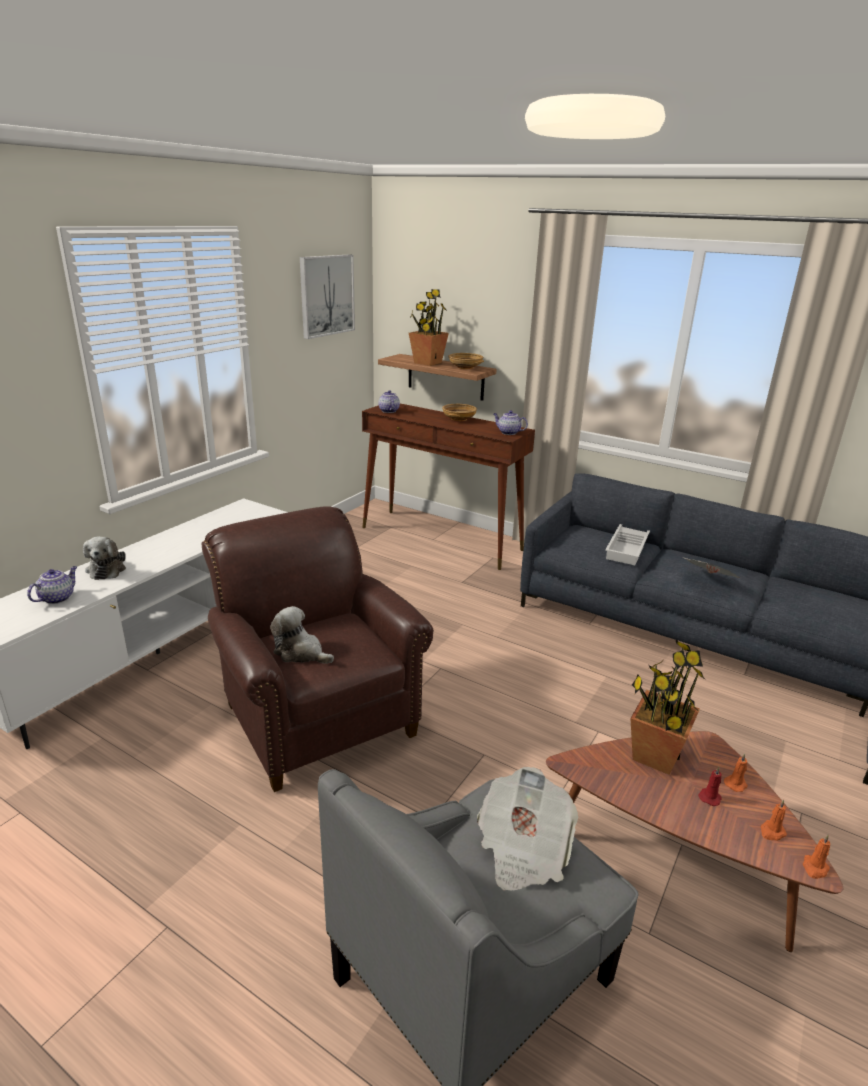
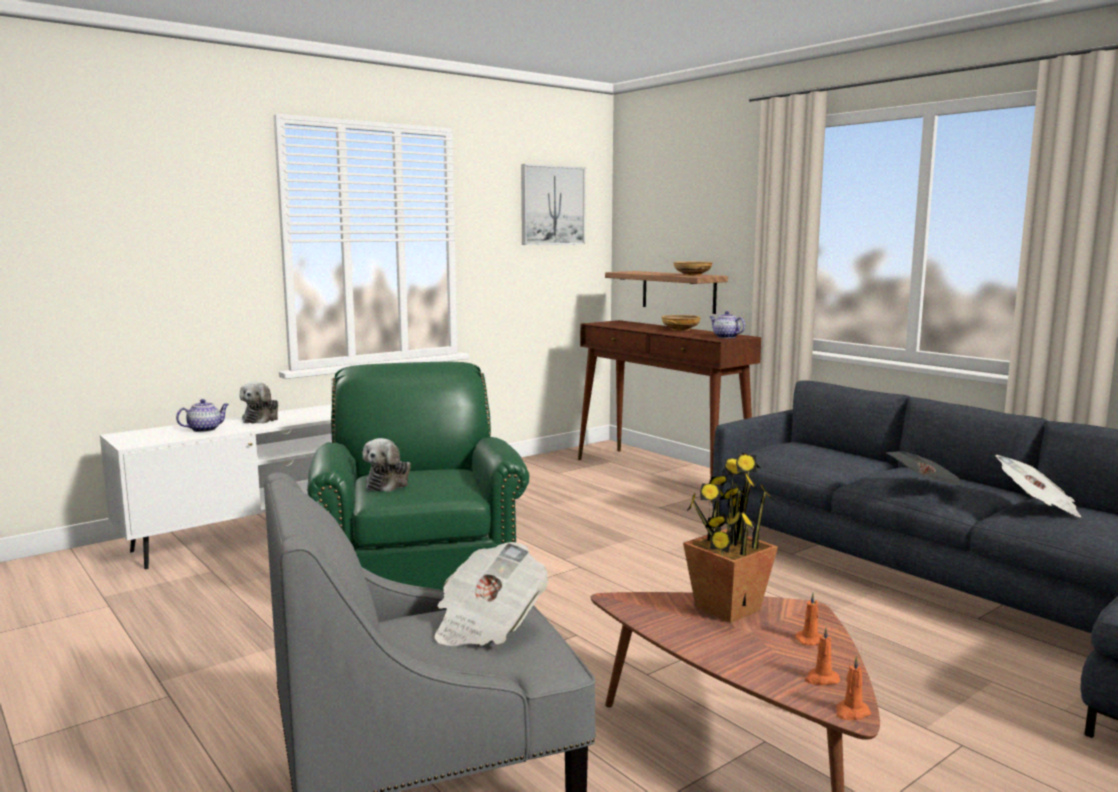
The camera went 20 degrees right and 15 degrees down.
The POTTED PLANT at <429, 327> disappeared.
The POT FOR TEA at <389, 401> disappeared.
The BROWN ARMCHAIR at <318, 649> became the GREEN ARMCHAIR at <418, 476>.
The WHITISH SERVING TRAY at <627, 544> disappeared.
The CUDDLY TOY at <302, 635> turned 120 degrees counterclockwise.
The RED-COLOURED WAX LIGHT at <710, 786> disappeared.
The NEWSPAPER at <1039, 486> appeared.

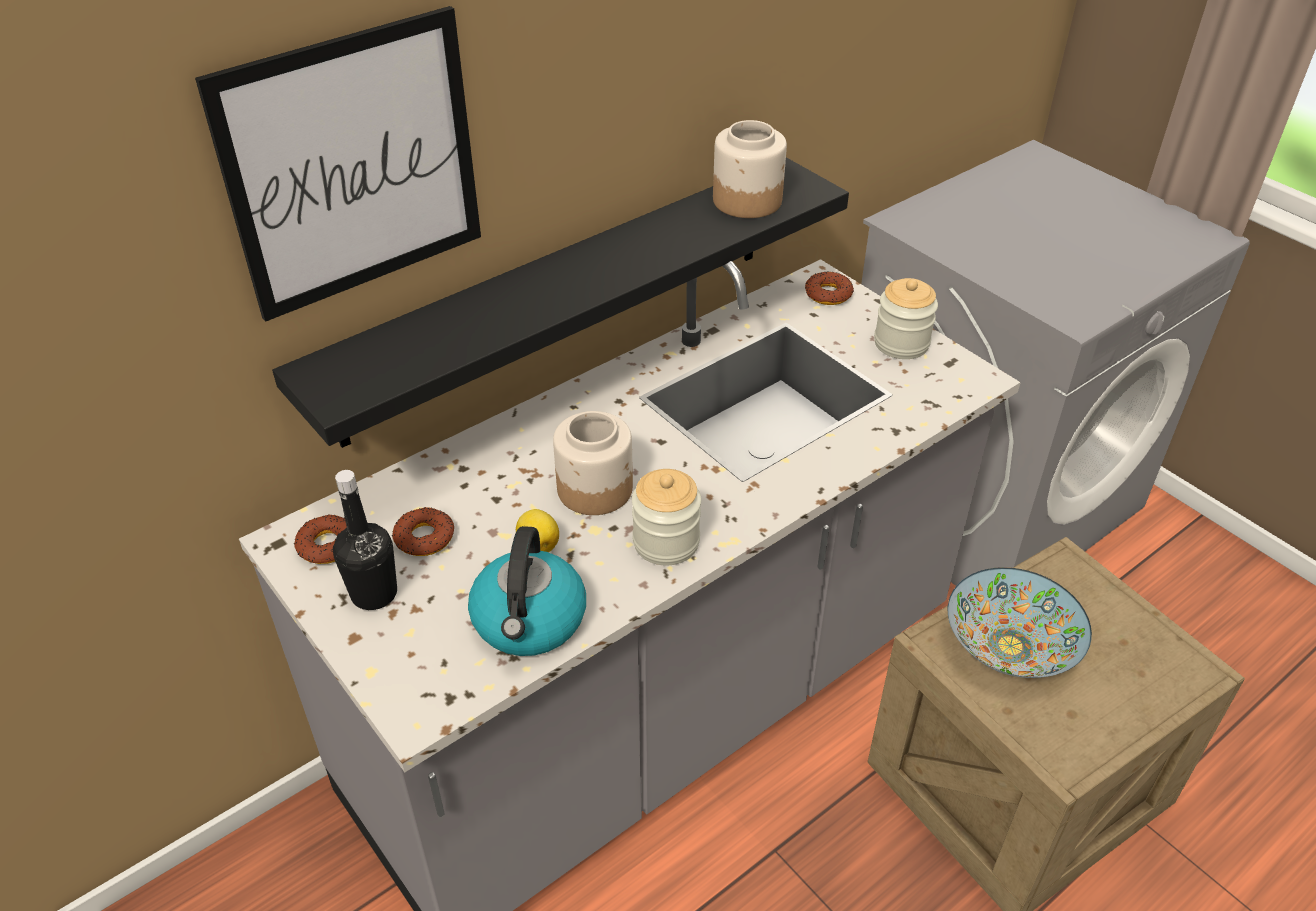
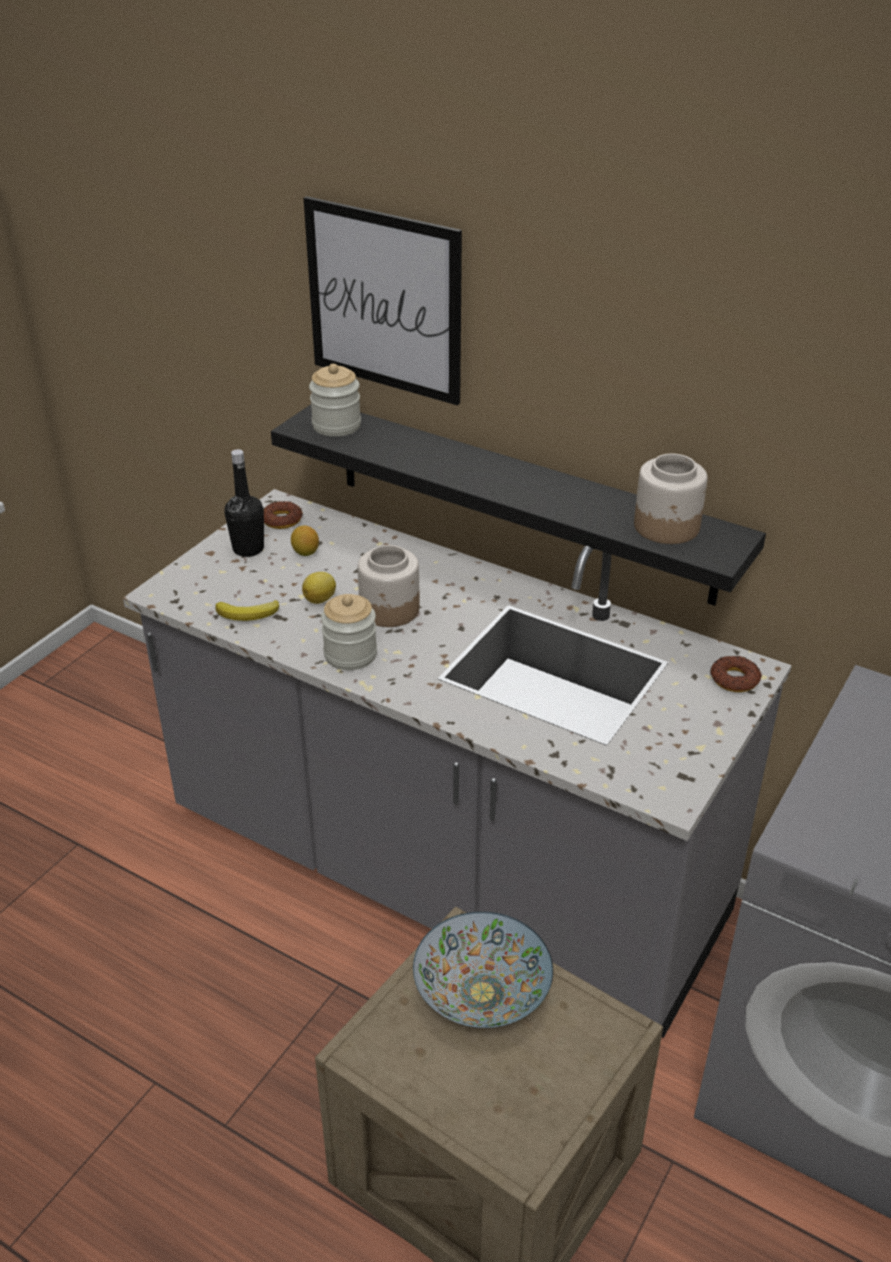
The camera went 70 degrees right and 5 degrees down.
The PRESERVE JAR moved from <906, 318> to <335, 400>.
The DOUGHNUT at <423, 531> was replaced by the WHOLE LEMON at <305, 540>.
The WATER KETTLE at <527, 591> was replaced by the BANANA at <247, 610>.

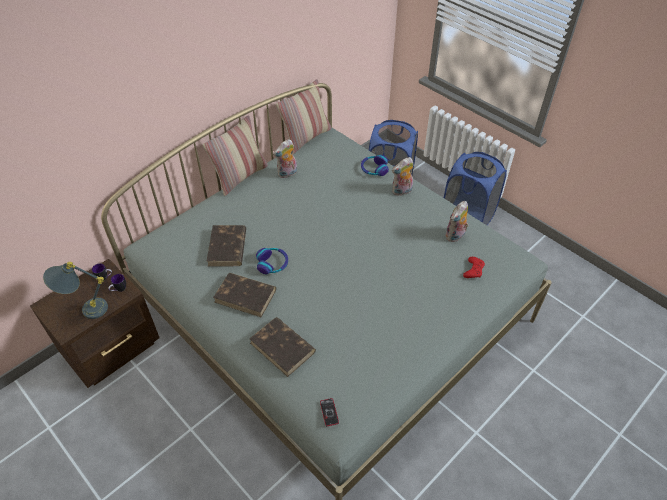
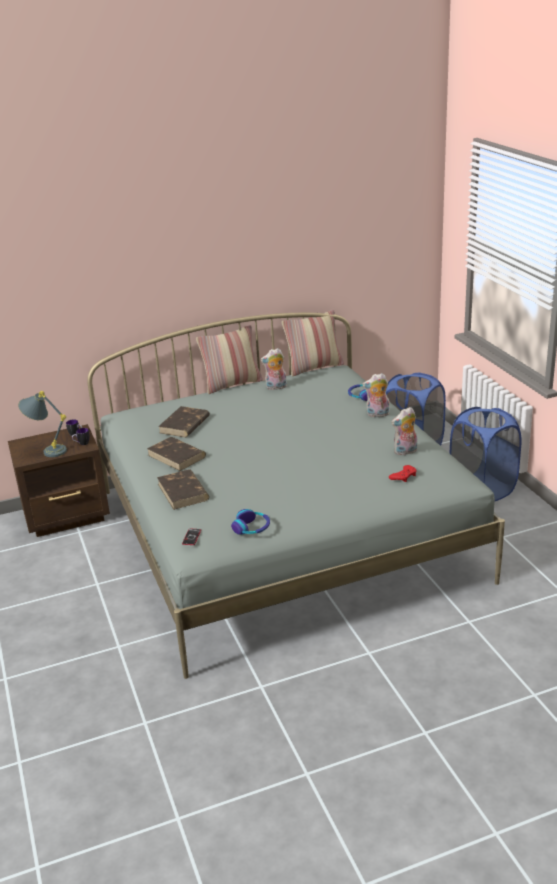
The camera went 25 degrees right and 20 degrees down.
The HEADPHONES moved from <272, 261> to <250, 522>.

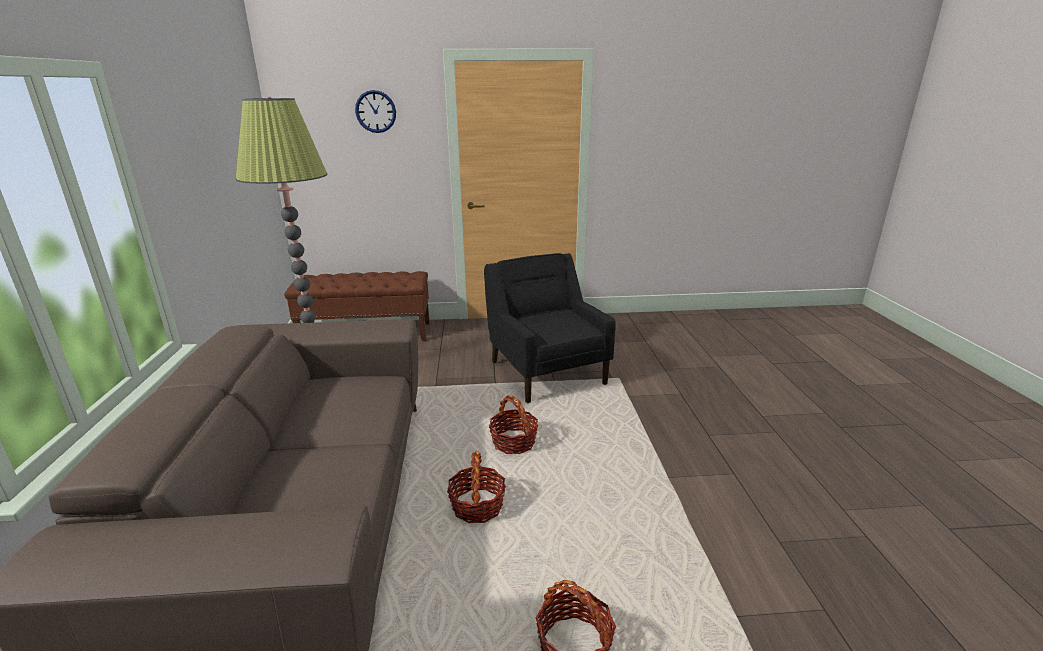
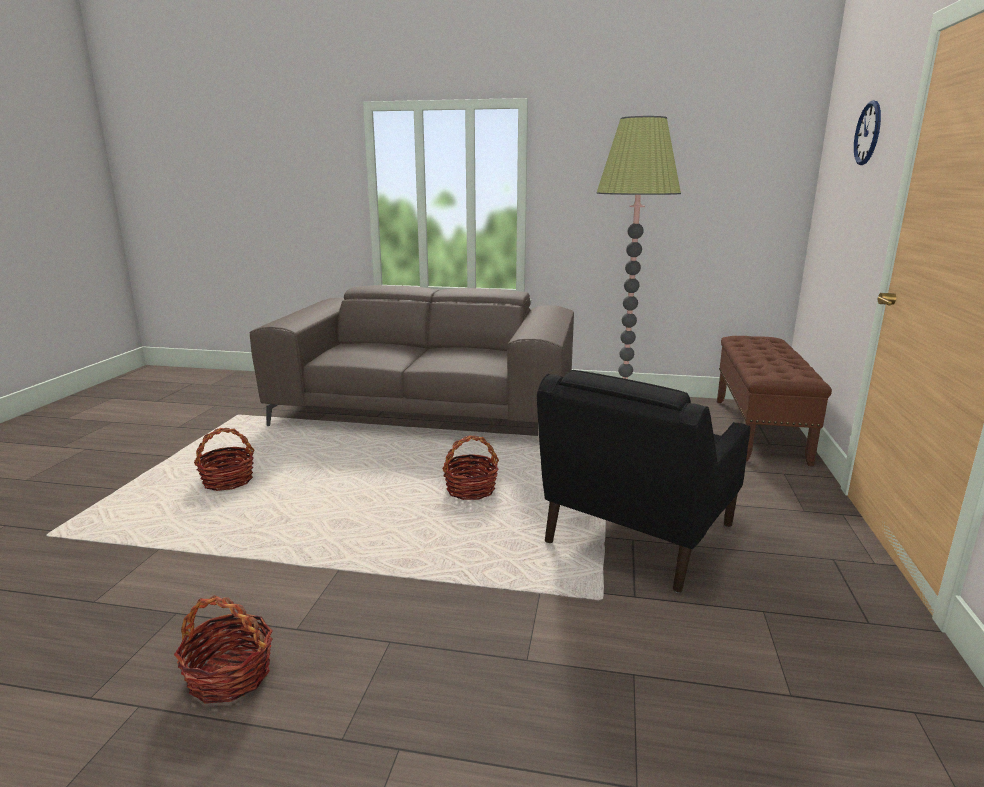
The camera went 105 degrees right and 5 degrees down.
The BLACK ARMCHAIR at <550, 328> turned 135 degrees clockwise.
The HOUSEHOLD BASKET moved from <476, 487> to <223, 649>.

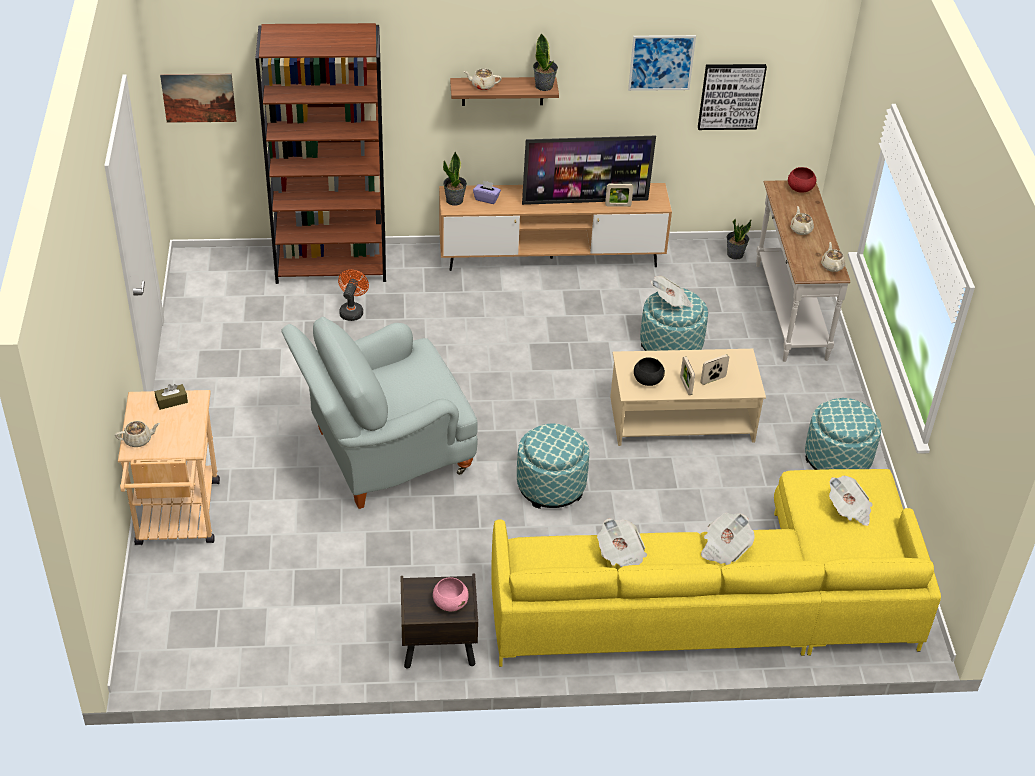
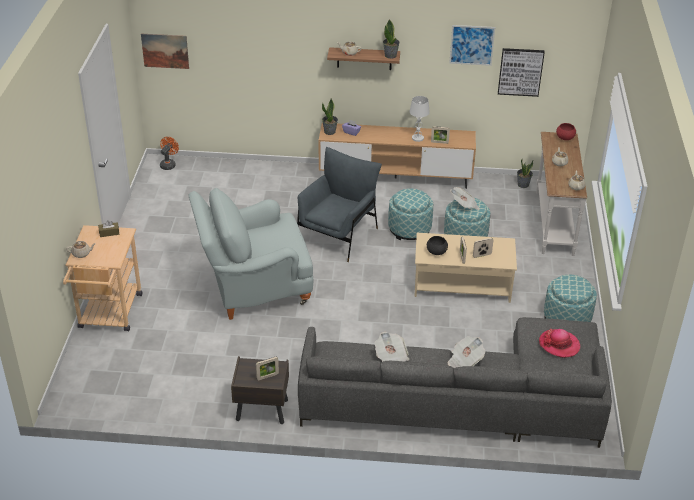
The camera went 10 degrees right and 5 degrees down.
The BROWN BOOKSHELF at <320, 153> disappeared.
The TV at <589, 170> was replaced by the WHITISH LAMP FOR A TABLE at <419, 119>.
The ORANGE COOLING FAN moved from <353, 295> to <169, 153>.
The POUFFE moved from <553, 466> to <410, 214>.
The YELLOW-COLOURED COUCH at <716, 568> became the GREYISH COUCH at <455, 382>.
The NEWSPAPER at <851, 501> was replaced by the HAT at <559, 343>.
The PINKISH DEEP DISH at <451, 594> was replaced by the STANDING FRAME at <267, 368>.
The GREYISH ARMCHAIR at <339, 204> appeared.

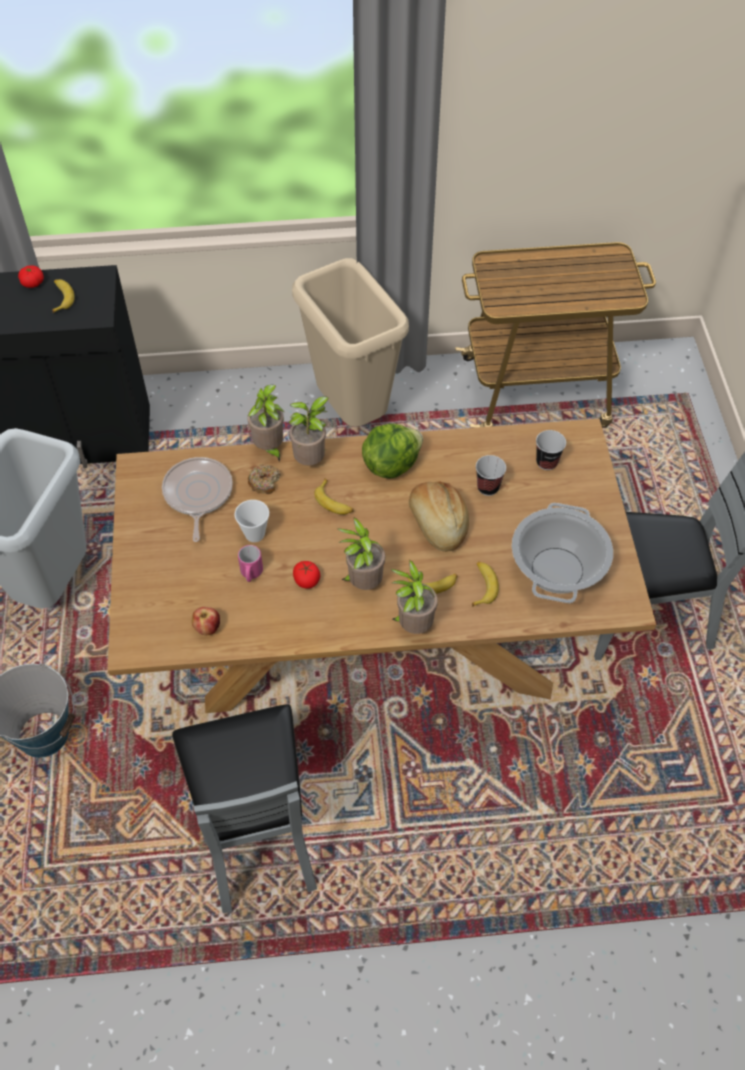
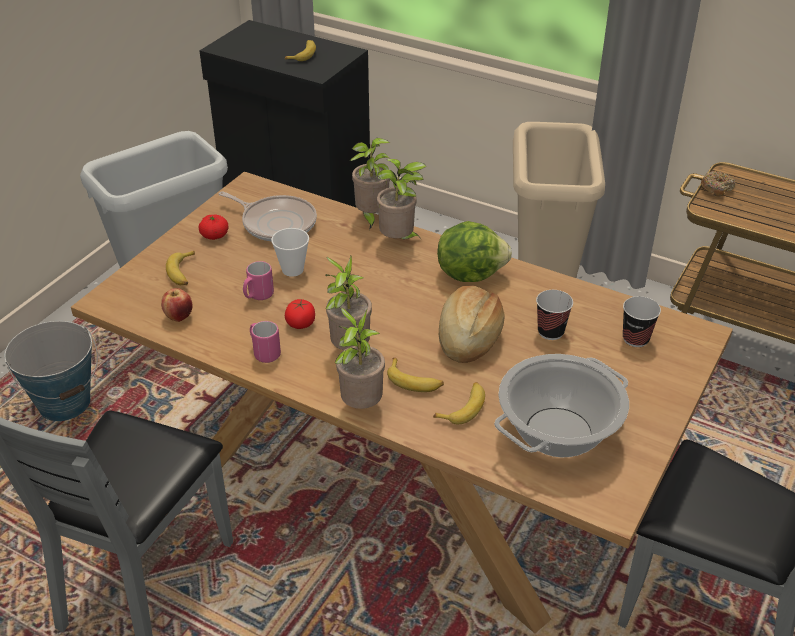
The camera went 35 degrees right and 15 degrees down.
The TOMATO moved from <31, 276> to <214, 227>.
The SKILLET at <197, 499> turned 90 degrees clockwise.
The DOUGHNUT moved from <264, 479> to <718, 184>.
The BANANA moved from <333, 497> to <180, 268>.
The PINKISH MUG at <265, 342> appeared.

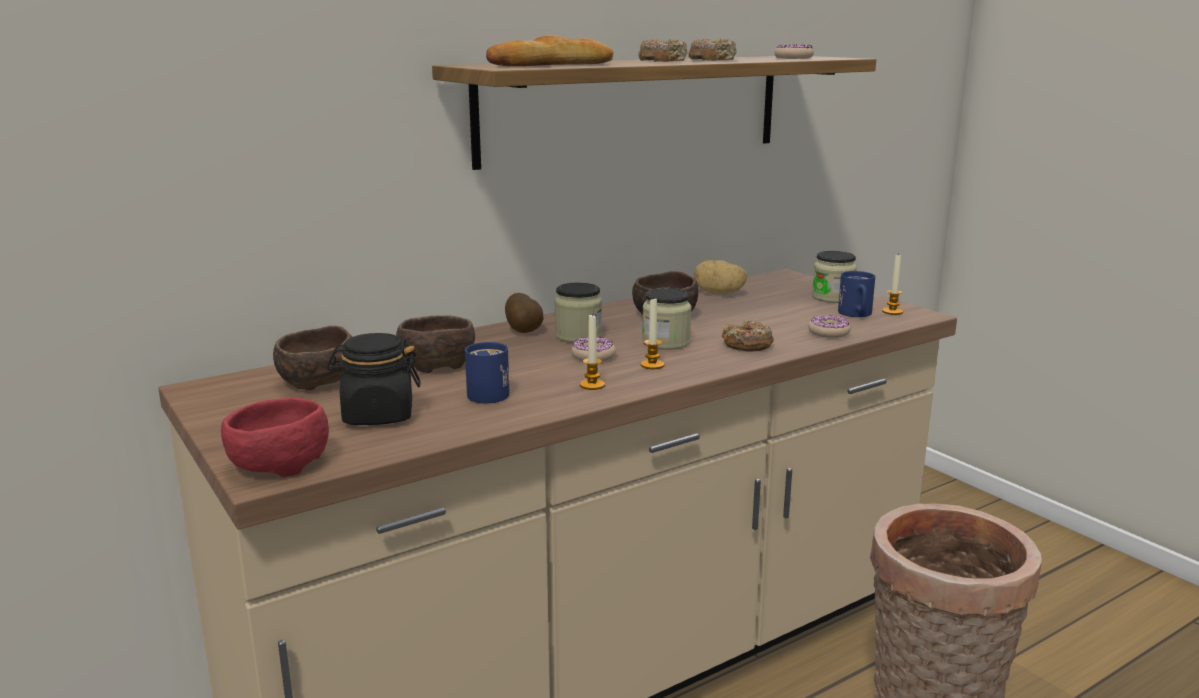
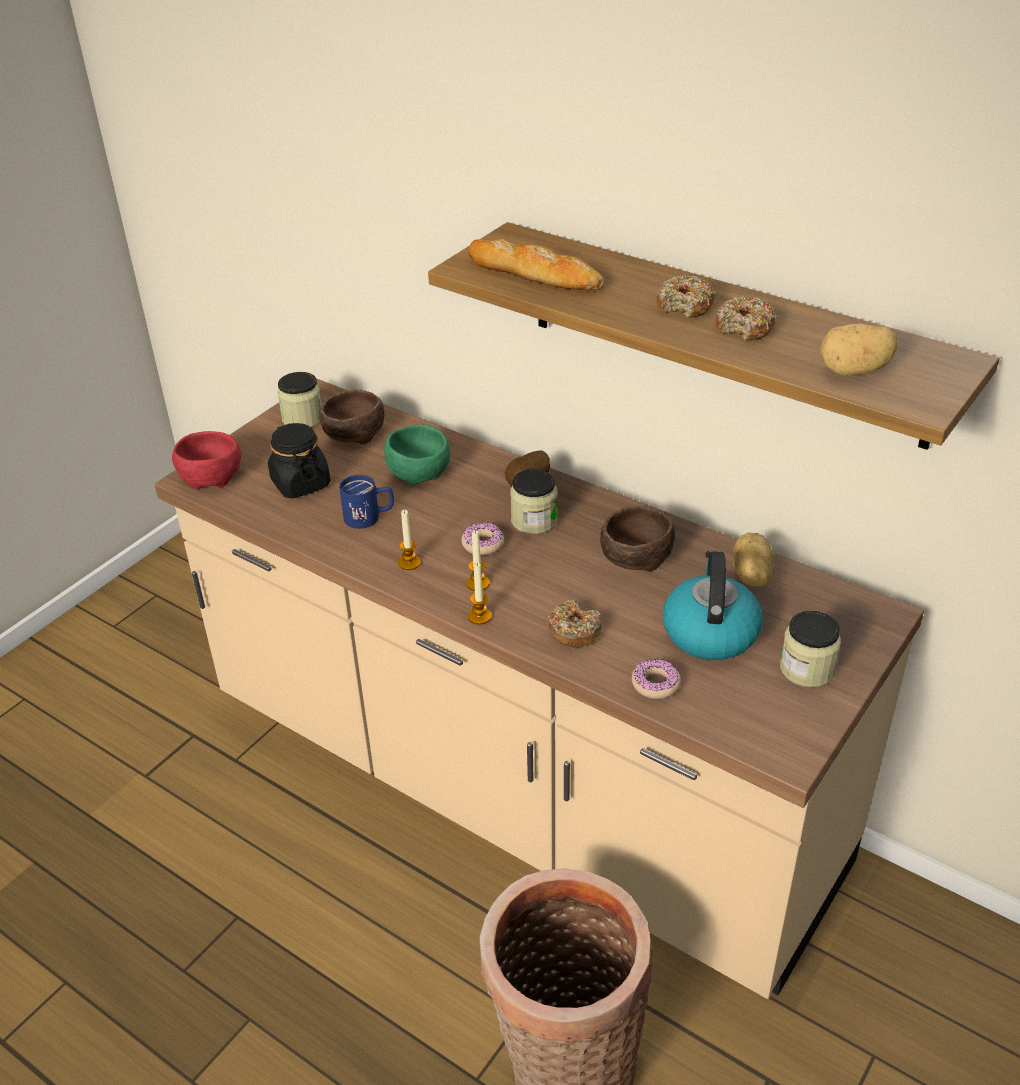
The camera went 70 degrees right and 20 degrees up.
The DOUGHNUT at <794, 51> was replaced by the SPUD at <859, 349>.
The WAX LIGHT moved from <892, 284> to <480, 593>.
The BLUE MUG at <856, 294> disappeared.
The PRESERVE JAR moved from <667, 319> to <300, 399>.
The BROWN DEEP DISH at <435, 344> became the GREEN DEEP DISH at <417, 455>.
The WATER KETTLE at <713, 605> appeared.

